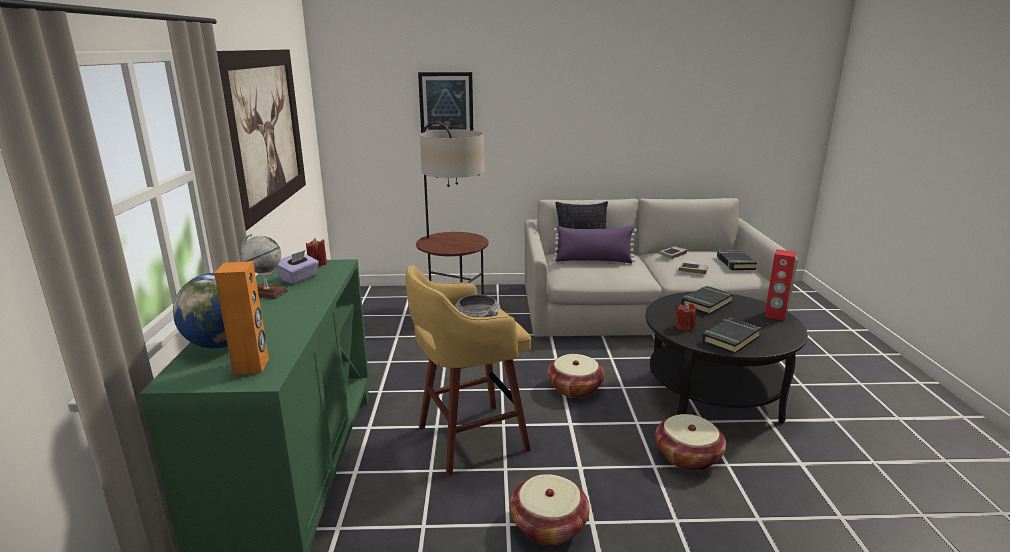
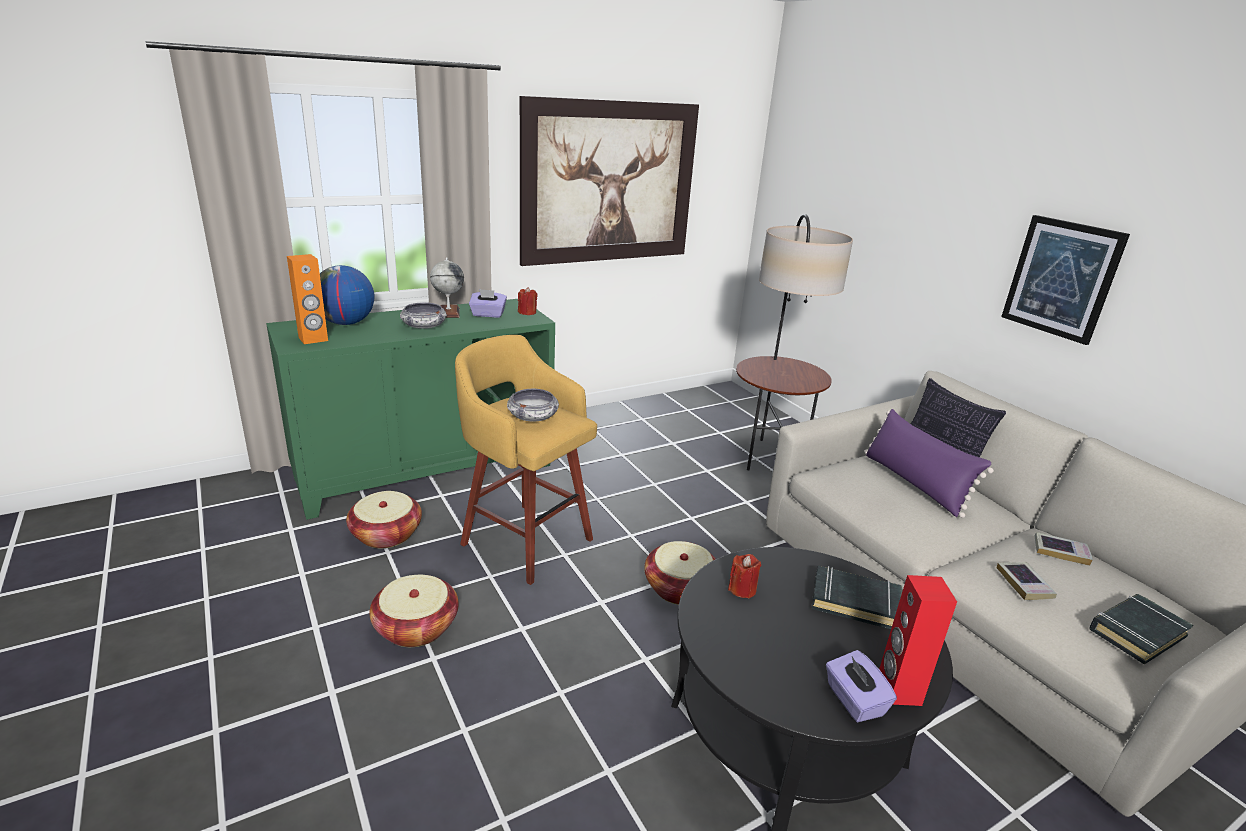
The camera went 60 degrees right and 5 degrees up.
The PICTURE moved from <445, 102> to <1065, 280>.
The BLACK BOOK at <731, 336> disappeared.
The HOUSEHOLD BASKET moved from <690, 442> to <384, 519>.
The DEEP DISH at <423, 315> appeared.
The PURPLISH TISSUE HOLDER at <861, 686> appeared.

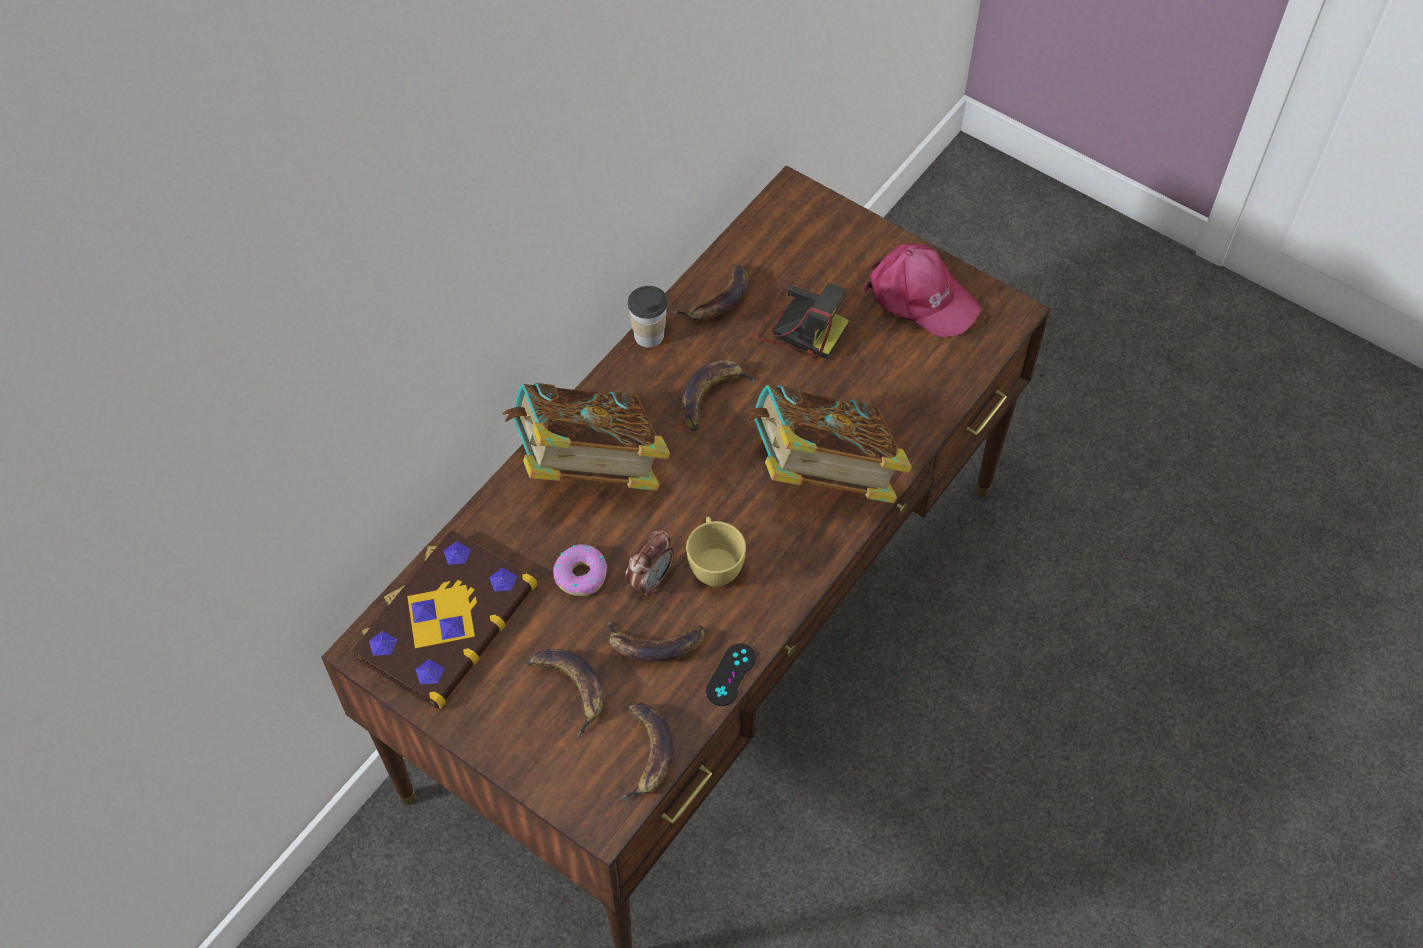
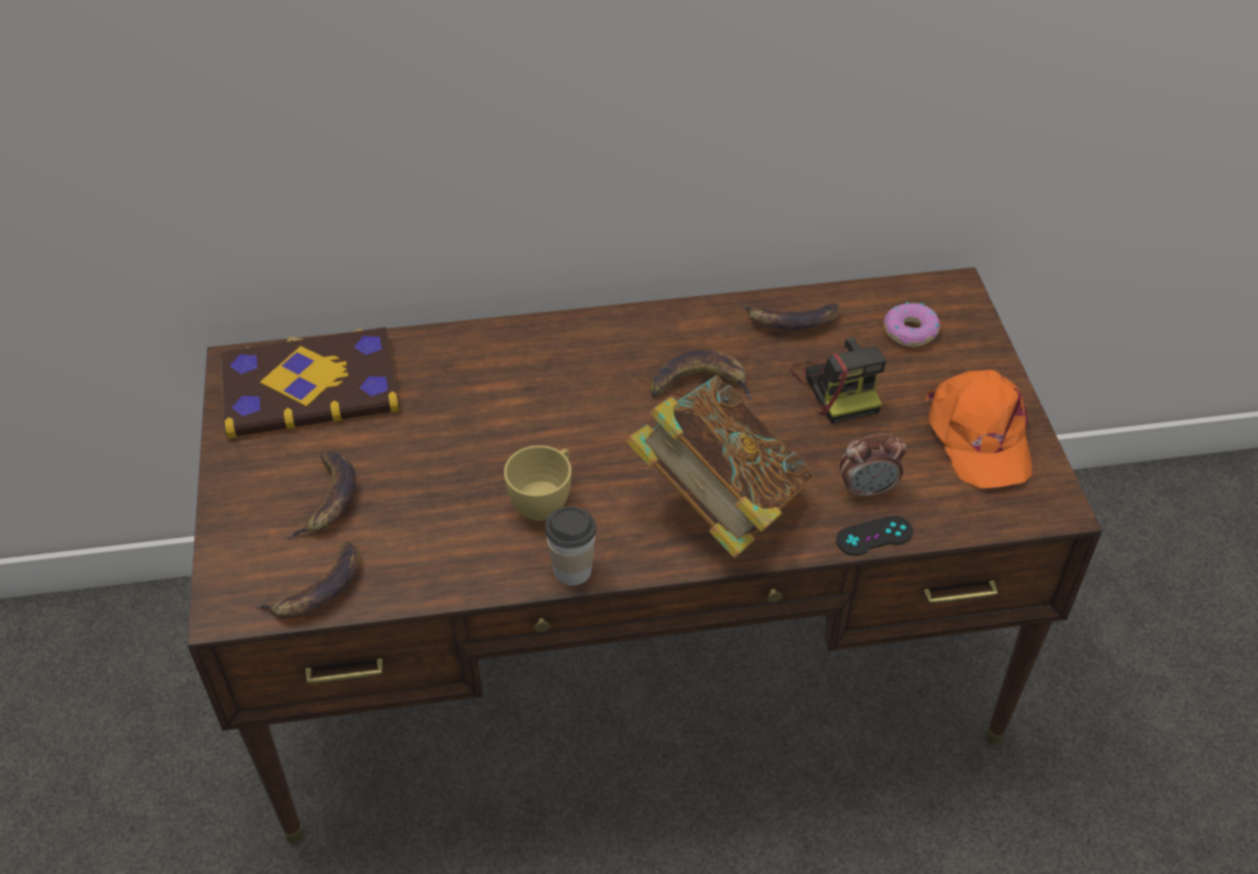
The camera went 45 degrees right and 10 degrees down.
The PINKISH CAP at <922, 290> became the ORANGE CAP at <978, 429>.
The CUP moved from <648, 316> to <570, 546>.
The BOOK at <586, 437> disappeared.
The ALARM CLOCK moved from <649, 563> to <873, 466>.
The DOUGHNUT moved from <580, 570> to <911, 324>.
The BANANA at <656, 641> disappeared.
The BLACK GAMEPAD moved from <731, 674> to <874, 536>.

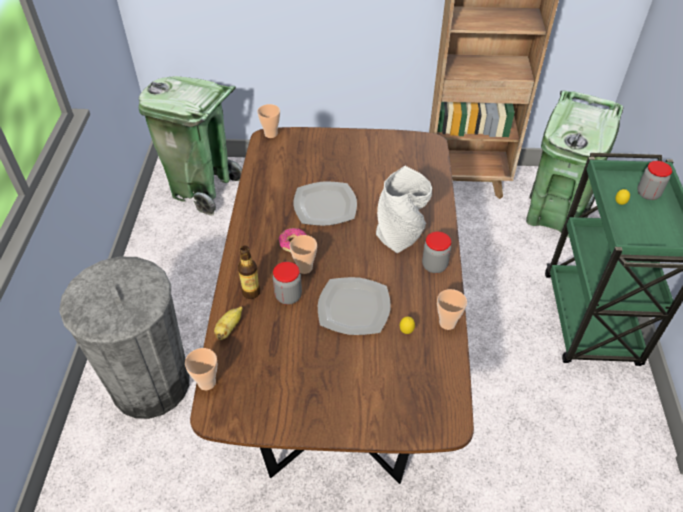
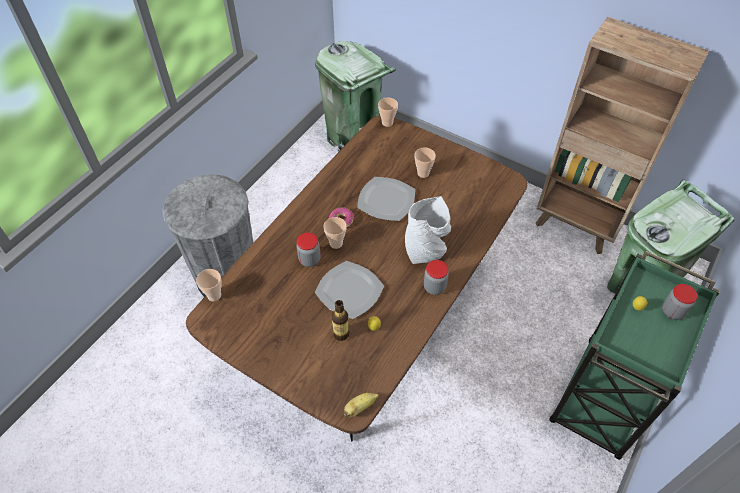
The camera went 30 degrees right and 5 degrees up.
The BOTTLE moved from <249, 272> to <340, 320>.
The CUP moved from <452, 309> to <425, 163>.
The BANANA moved from <228, 323> to <361, 405>.

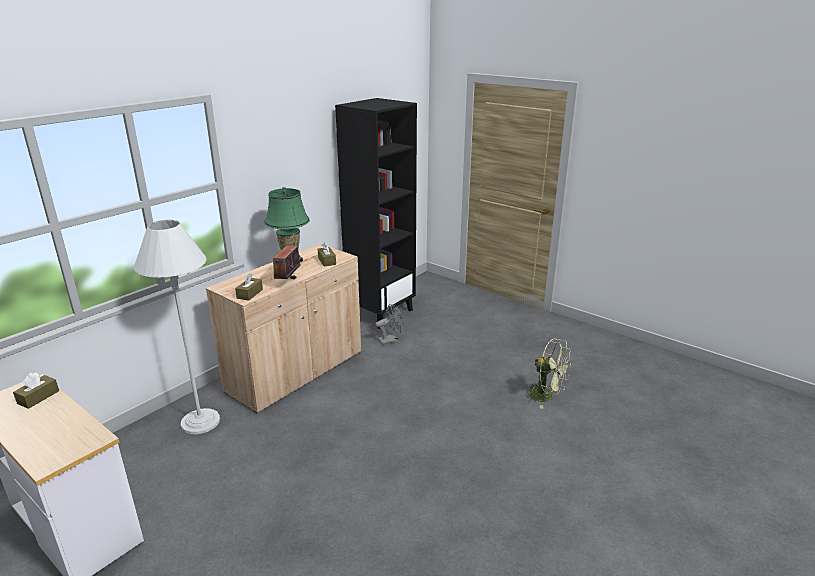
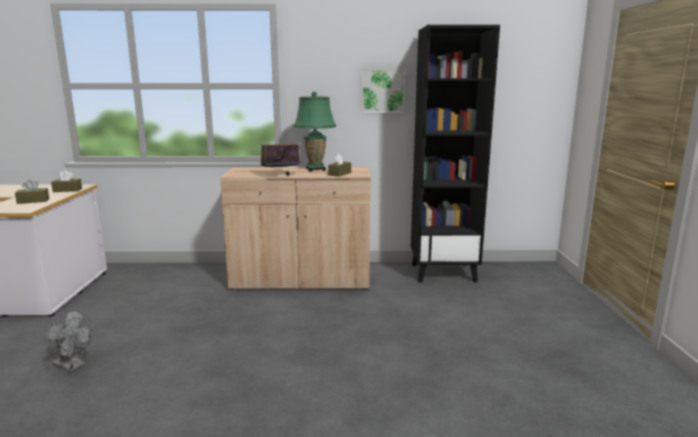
The camera went 50 degrees right and 10 degrees down.
The WHITISH STANDARD LAMP at <177, 327> disappeared.
The BROWN TISSUE HOLDER moved from <249, 287> to <32, 192>.
The GREYISH COOLING FAN moved from <389, 324> to <69, 341>.
The GREEN COOLING FAN at <548, 374> disappeared.
The PICTURE at <383, 91> appeared.

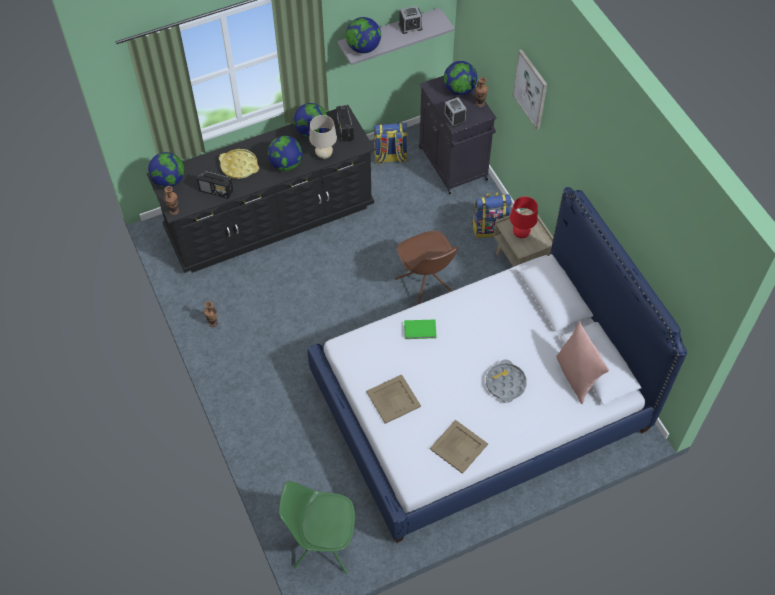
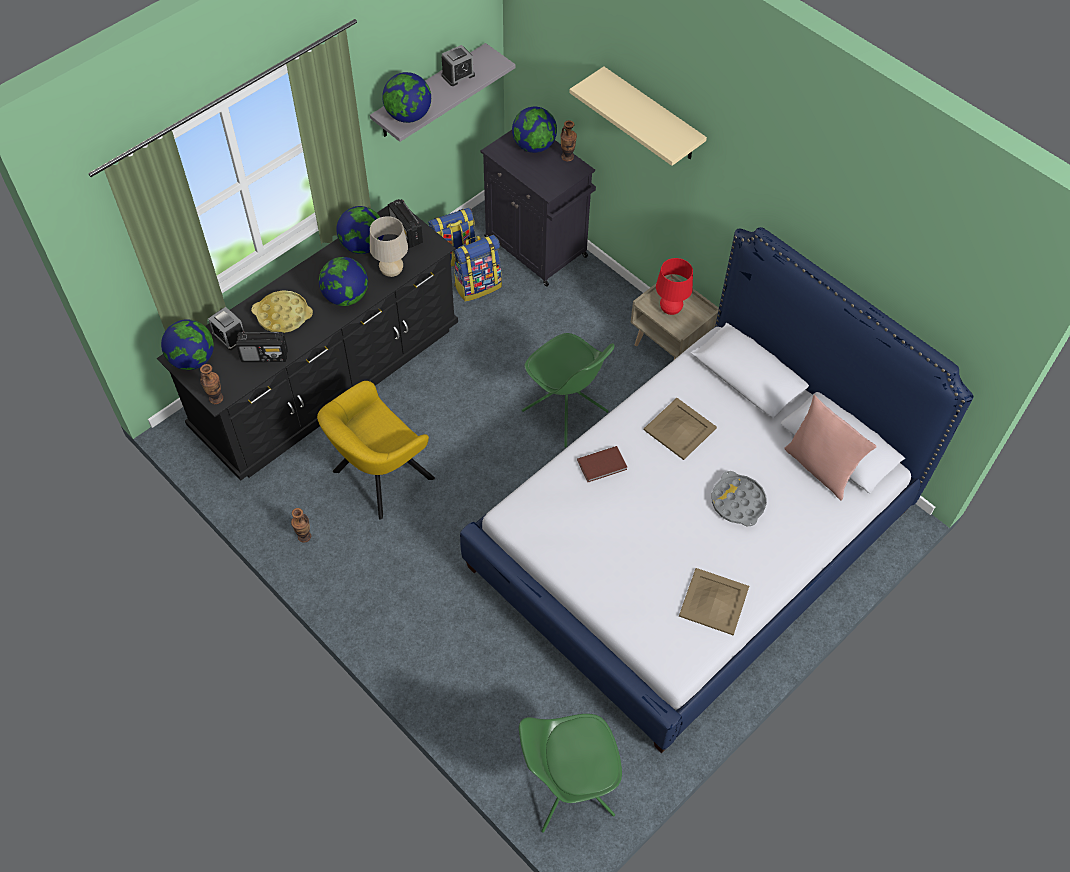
The camera went 20 degrees left and 0 degrees up.
The PICTURE at <530, 90> was replaced by the BEIGE-COLOURED WALL SHELF at <638, 116>.
The ALARM CLOCK moved from <455, 112> to <226, 328>.
The RUCKSACK moved from <492, 215> to <477, 268>.
The BROWN UPRIGHT CHAIR at <426, 268> became the GREEN UPRIGHT CHAIR at <568, 390>.
The GREEN BOOK at <420, 329> became the BROWN BOOK at <602, 464>.
The BEIGE-COLOURED SERVING TRAY moved from <393, 399> to <680, 429>.
The YELLOW-COLOURED ARMCHAIR at <376, 450> appeared.

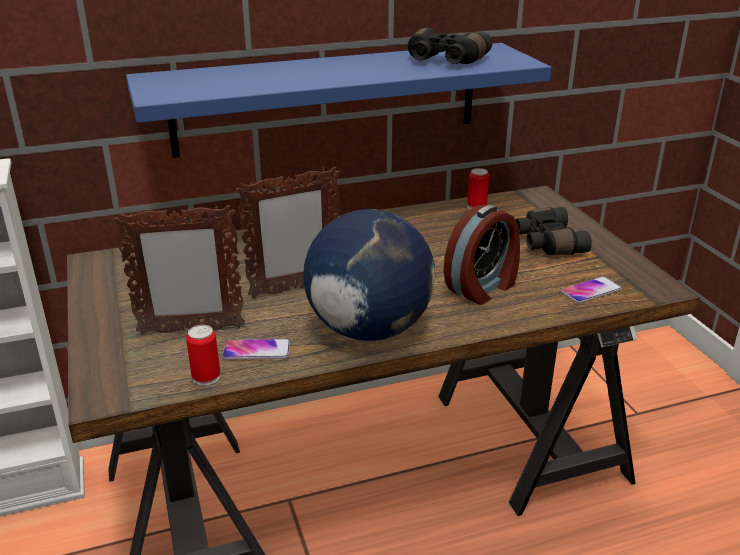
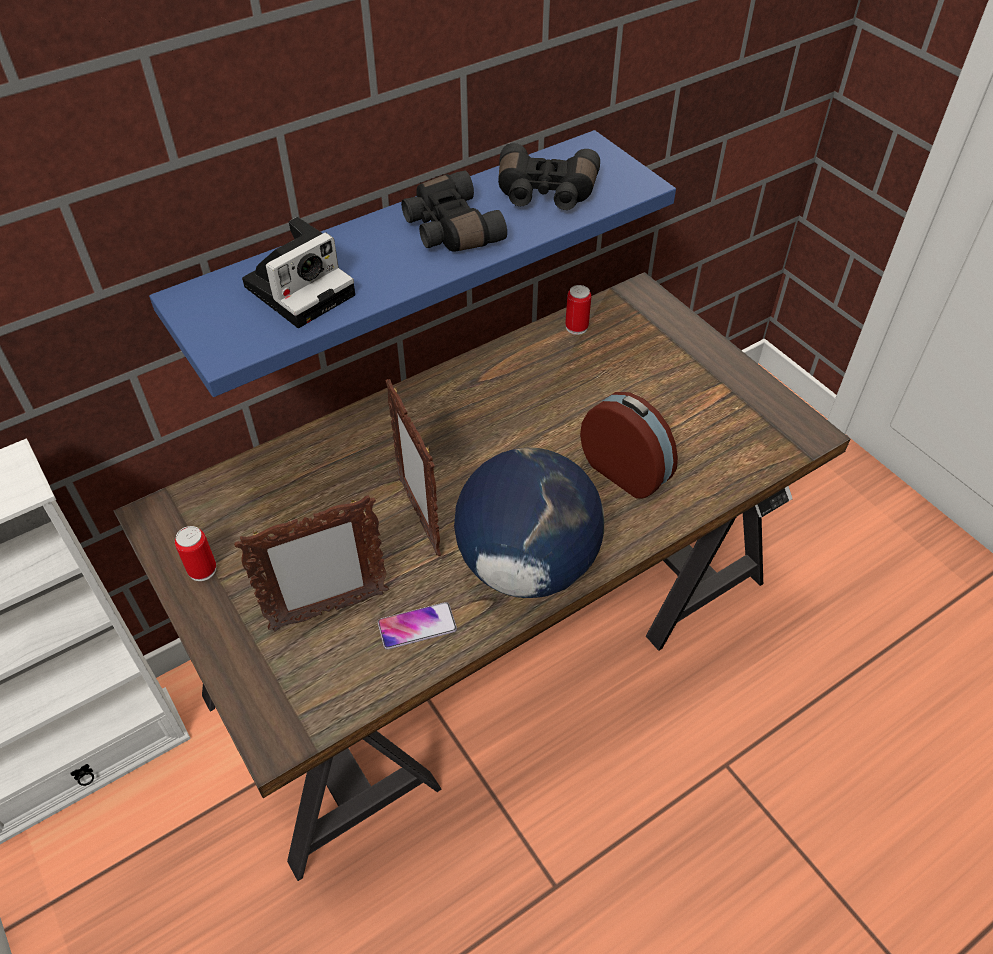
The camera went 15 degrees left and 20 degrees up.
The STANDING FRAME at <288, 232> turned 105 degrees clockwise.
The ALARM CLOCK at <482, 255> turned 75 degrees counterclockwise.
The BLACK PAIR OF BINOCULARS moved from <553, 231> to <454, 211>.
The TELEPHONE at <591, 289> disappeared.
The CAN moved from <203, 355> to <195, 553>.
The PHOTO CAMERA at <298, 272> appeared.

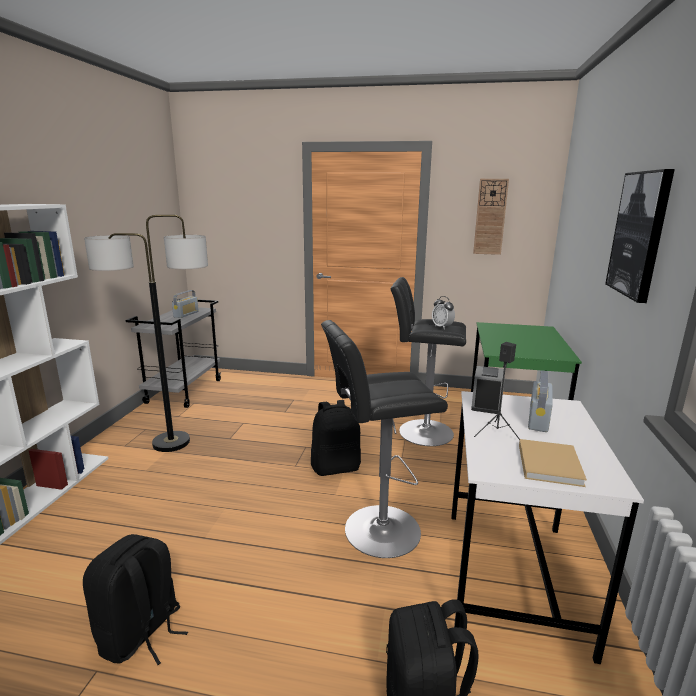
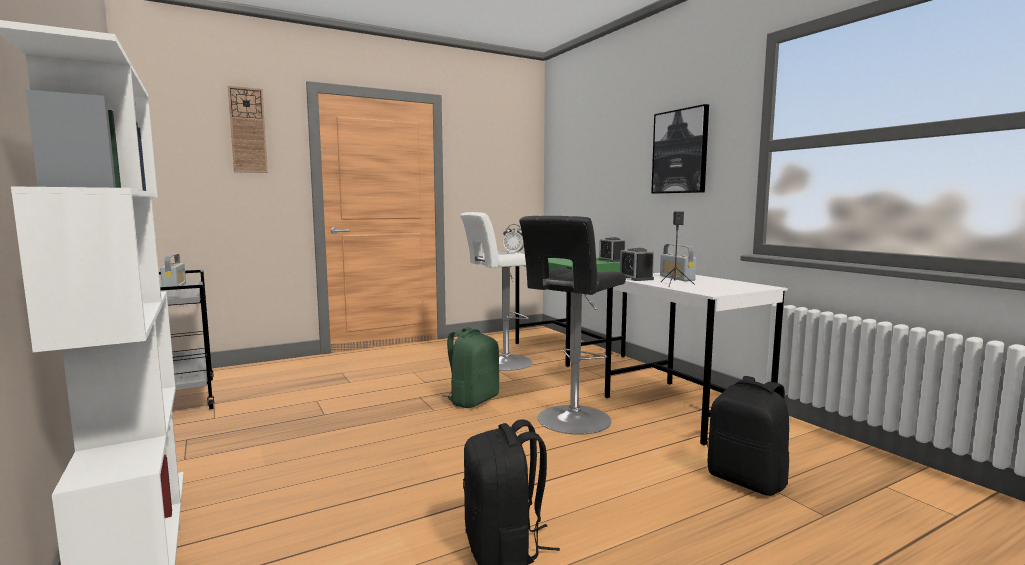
The camera went 40 degrees left and 10 degrees down.
The CLOCK ON THE WALL moved from <491, 217> to <248, 129>.
The STANDARD LAMP at <146, 333> disappeared.
The BLACK STOOL SEAT at <428, 361> became the WHITISH STOOL SEAT at <496, 291>.
The BLACK RUCKSACK at <336, 438> became the GREEN RUCKSACK at <471, 367>.
The BEIGE-COLOURED BOOK at <553, 463> disappeared.
The ALARM CLOCK at <611, 249> appeared.

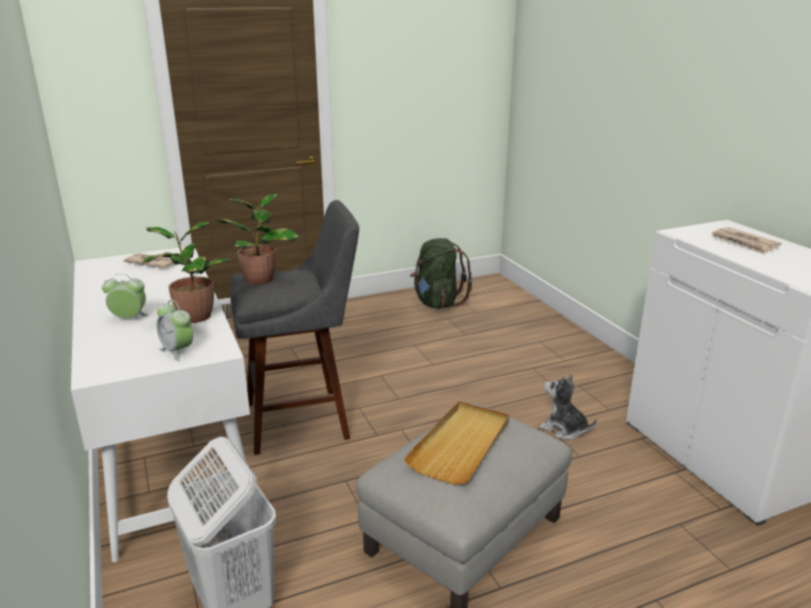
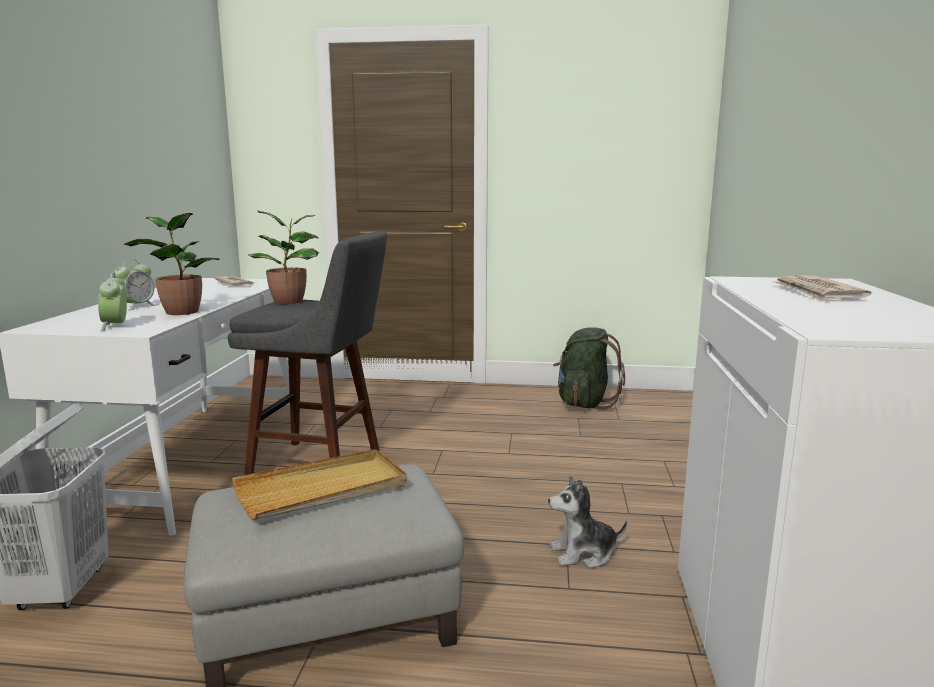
The camera went 30 degrees right and 10 degrees down.
The ALARM CLOCK at <125, 296> turned 90 degrees clockwise.
The CUDDLY TOY at <568, 407> turned 75 degrees counterclockwise.

